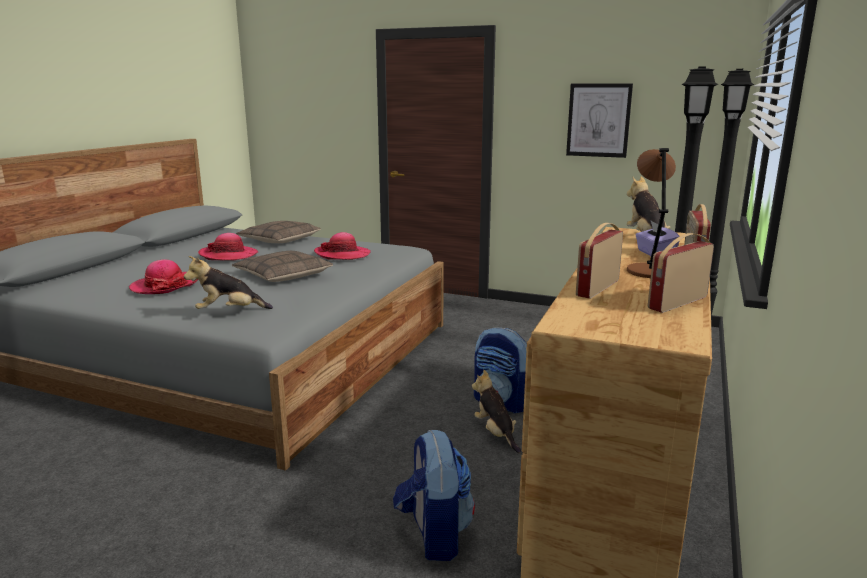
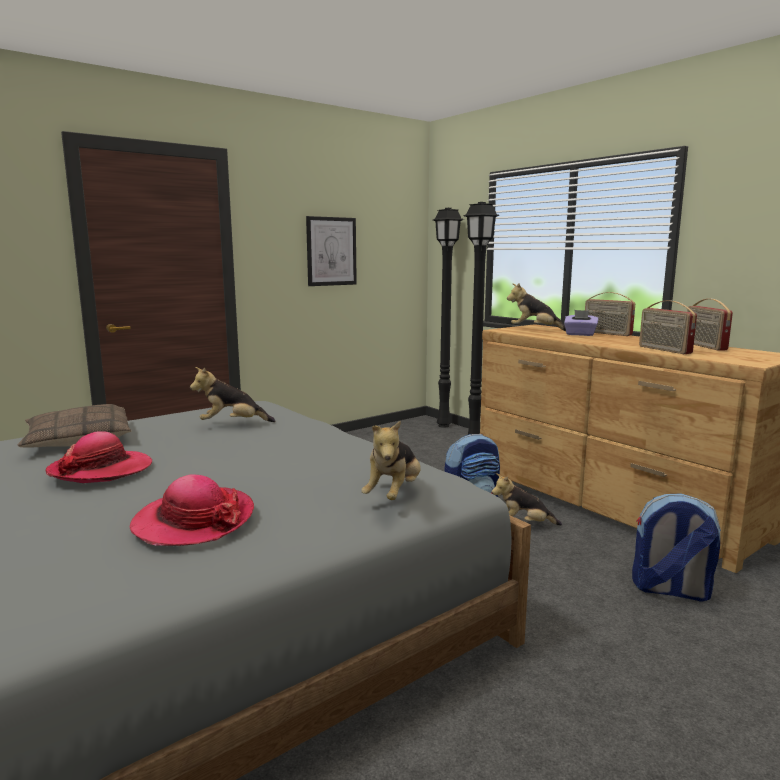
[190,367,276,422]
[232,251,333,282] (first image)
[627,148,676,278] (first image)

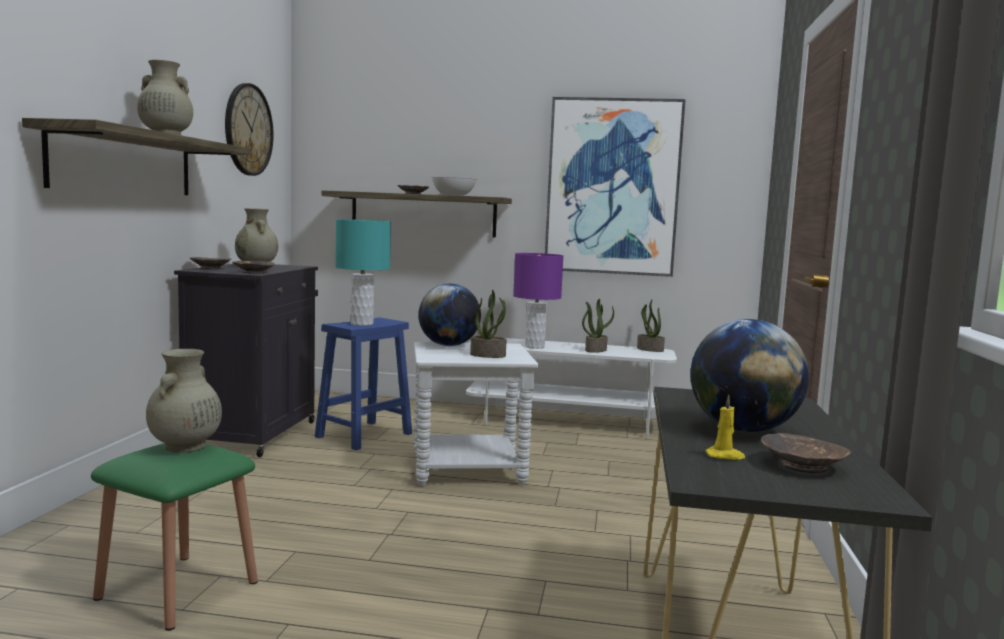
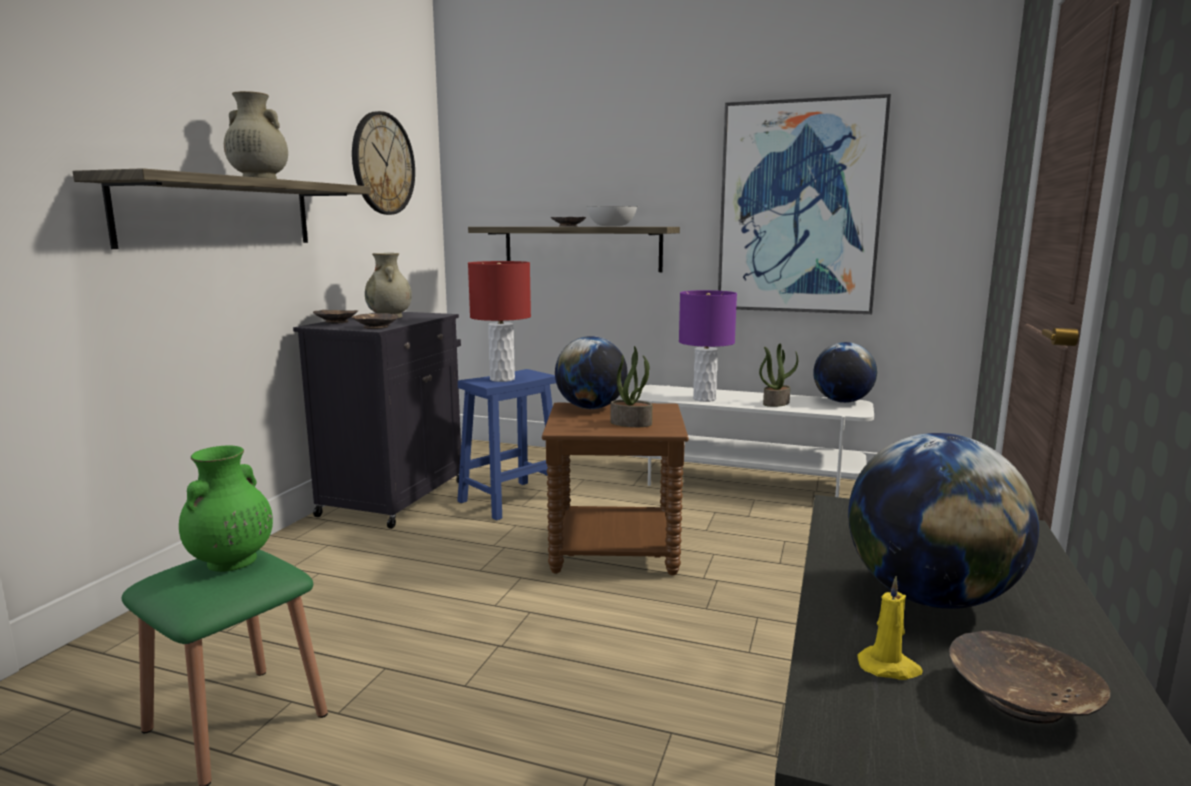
[179,446,273,572]
[468,261,531,382]
[542,403,689,576]
[813,342,877,403]

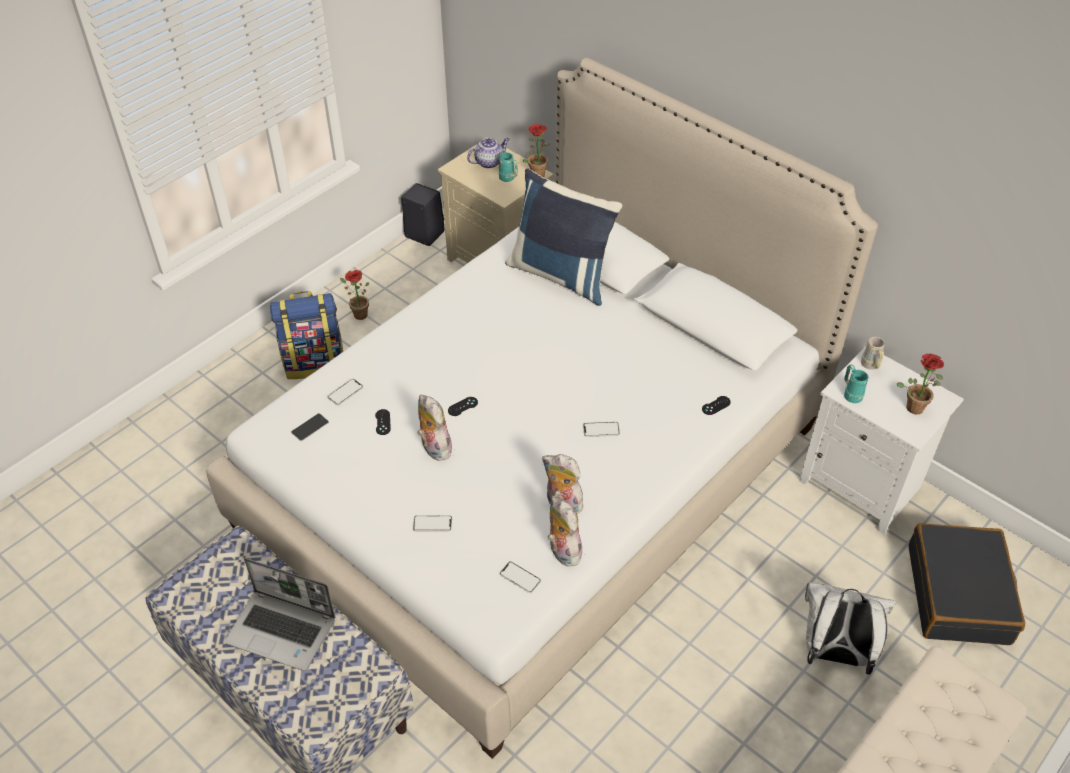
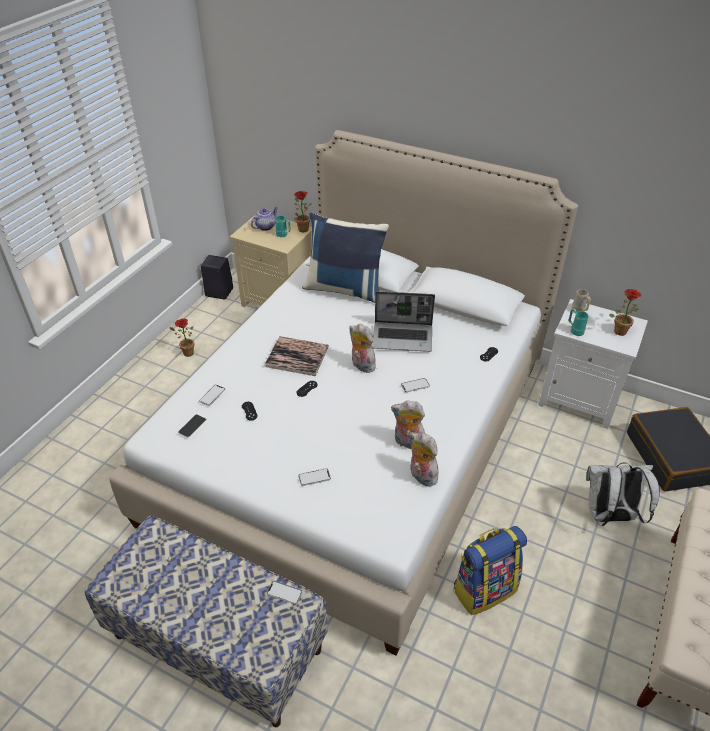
[265,336,329,376]
[267,581,303,605]
[349,324,376,373]
[372,291,435,352]
[453,526,527,615]

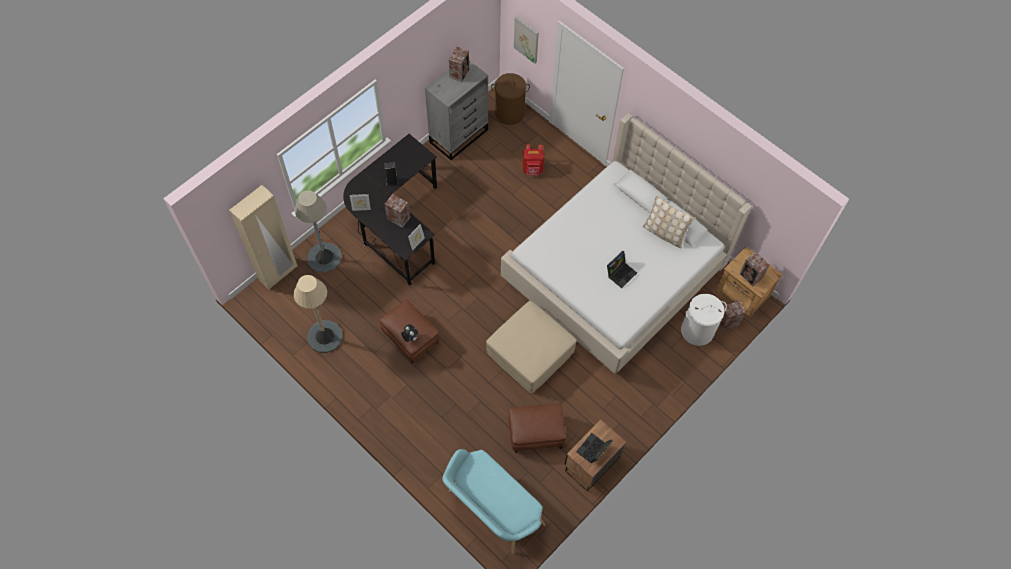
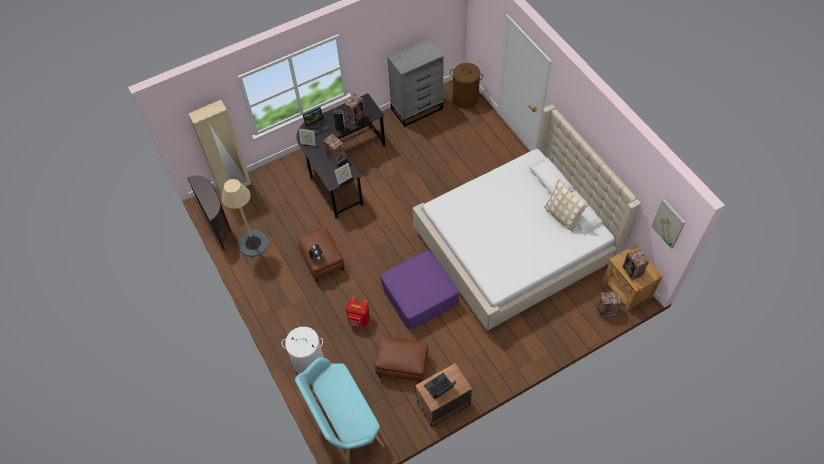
[187,176,231,250]
[282,327,324,374]
[302,107,330,136]
[343,93,365,124]
[346,297,370,328]
[380,250,459,330]
[651,199,686,249]
[295,190,341,272] (first image)

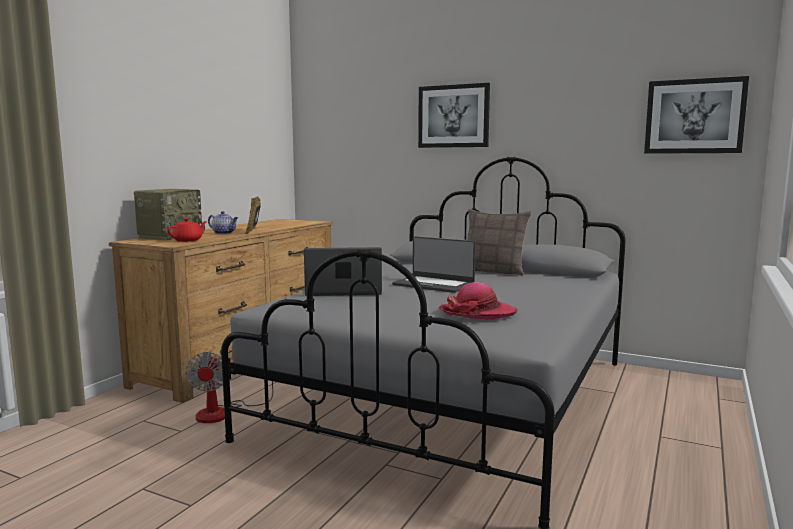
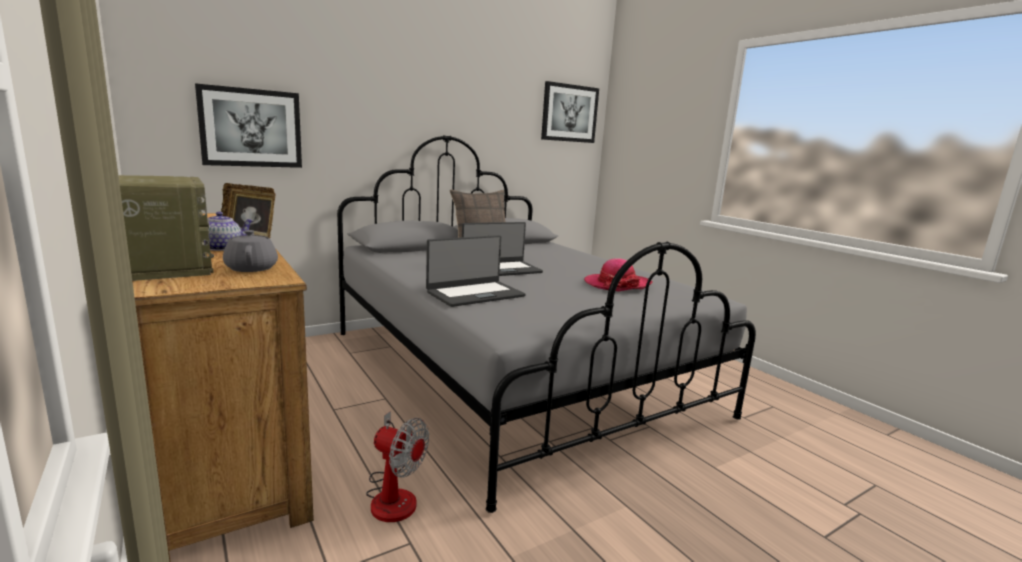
[195,83,302,168]
[223,230,278,272]
[426,235,526,307]

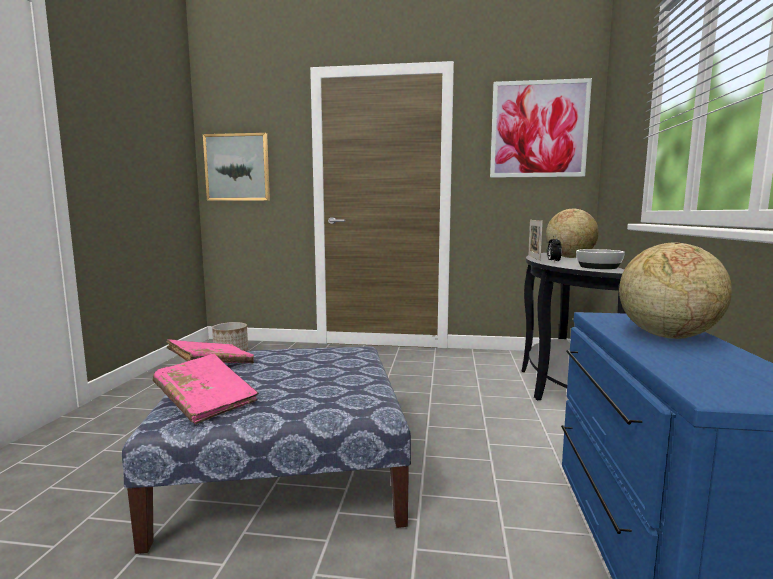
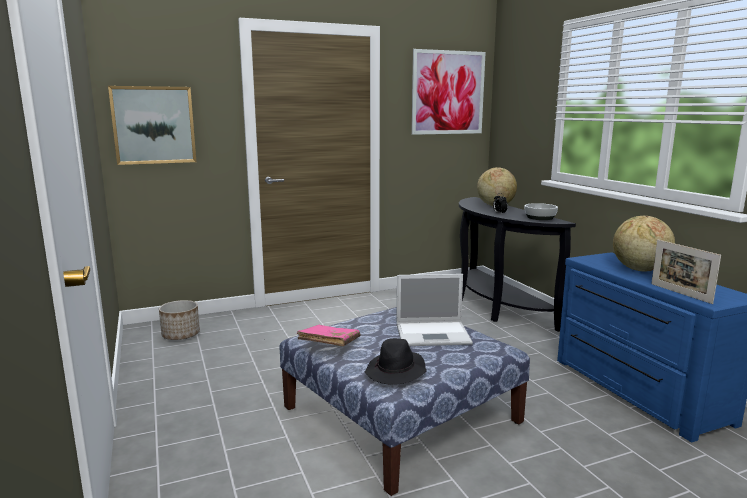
[365,338,427,385]
[396,274,473,346]
[651,240,721,304]

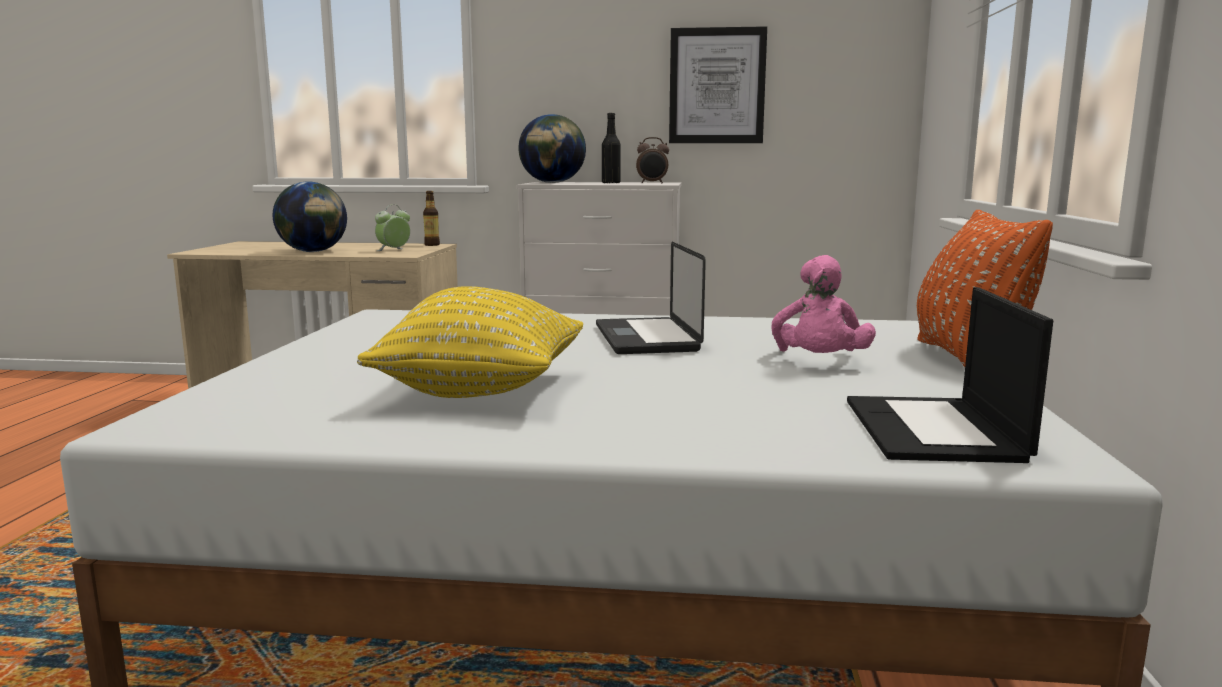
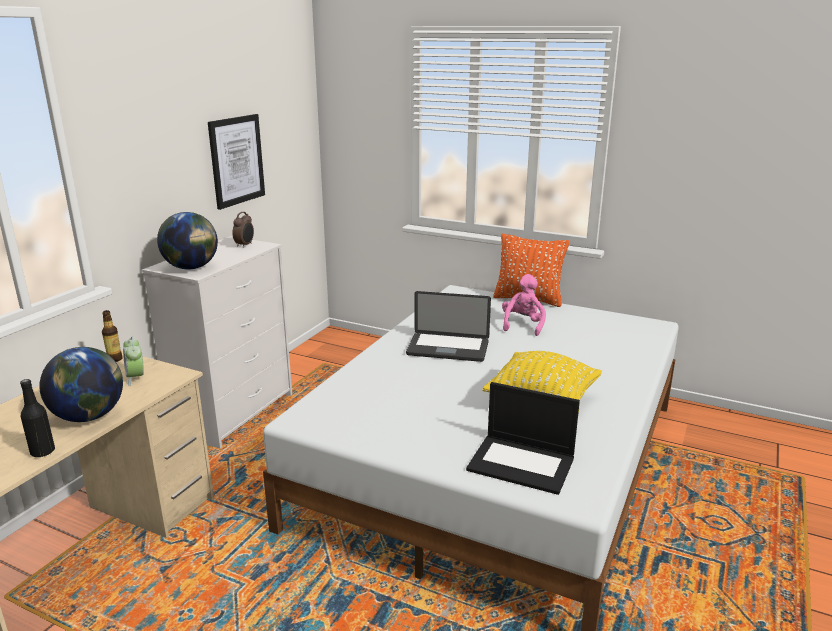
[20,379,55,457]
[466,382,580,495]
[502,274,546,336]

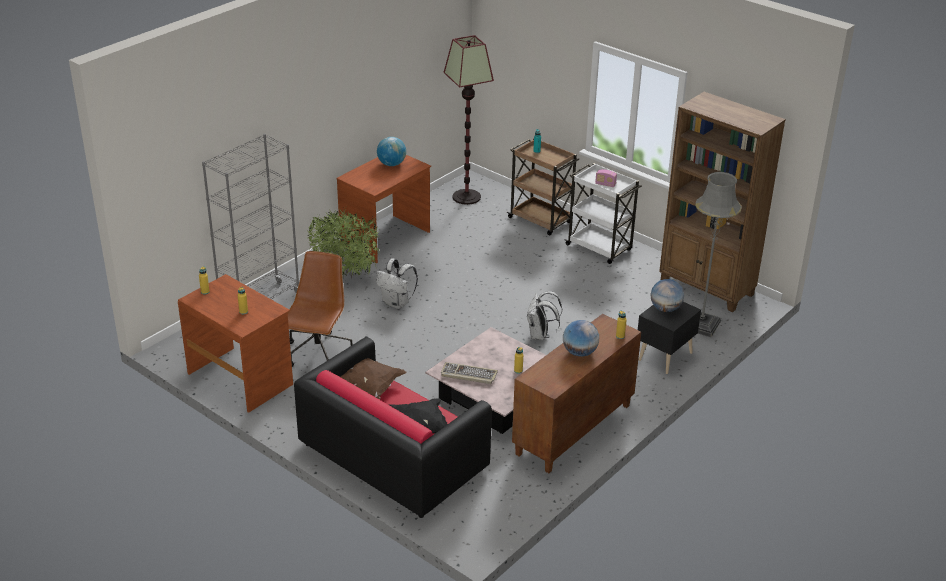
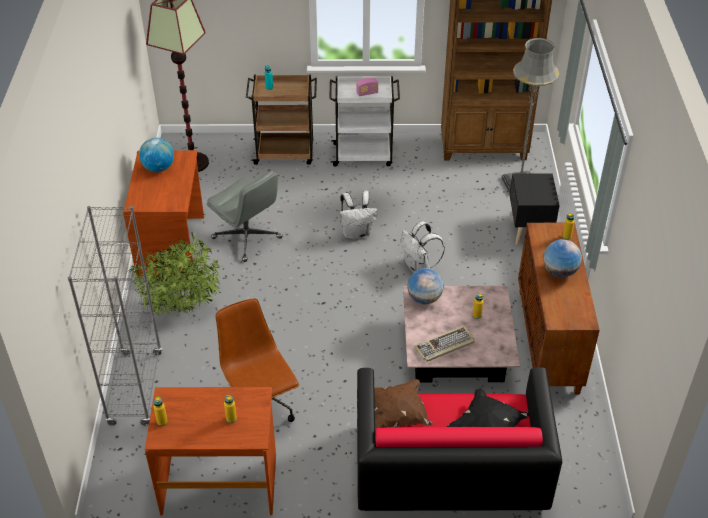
[207,171,283,262]
[340,191,378,240]
[407,268,443,304]

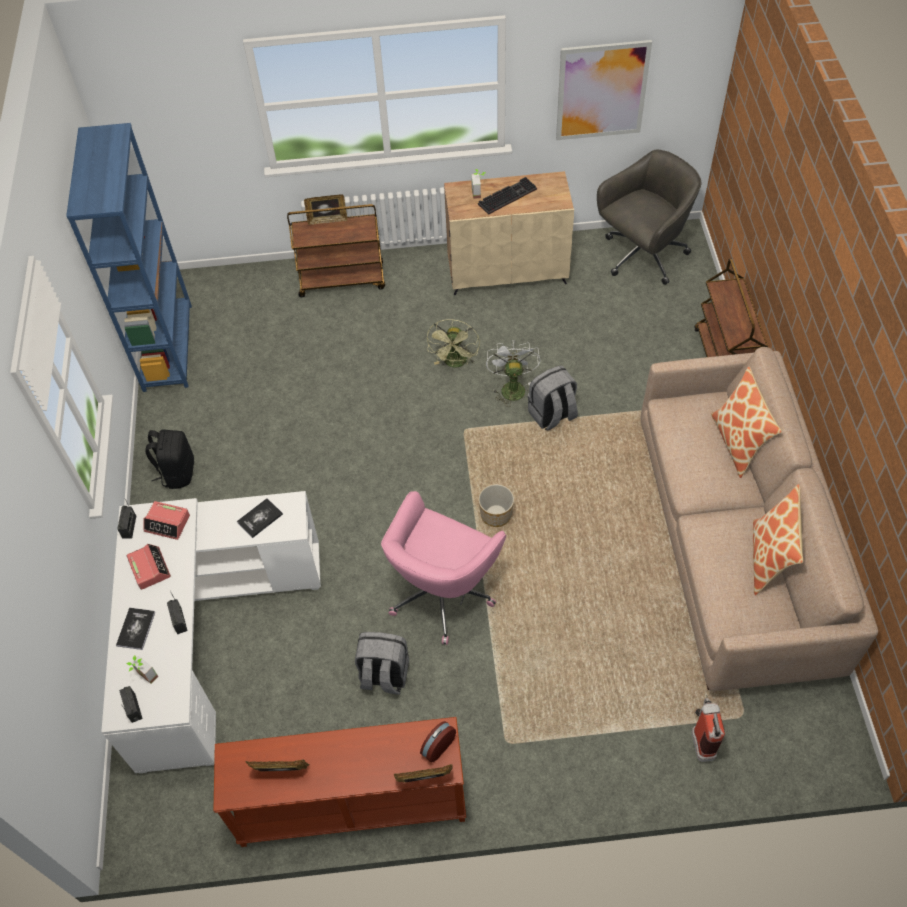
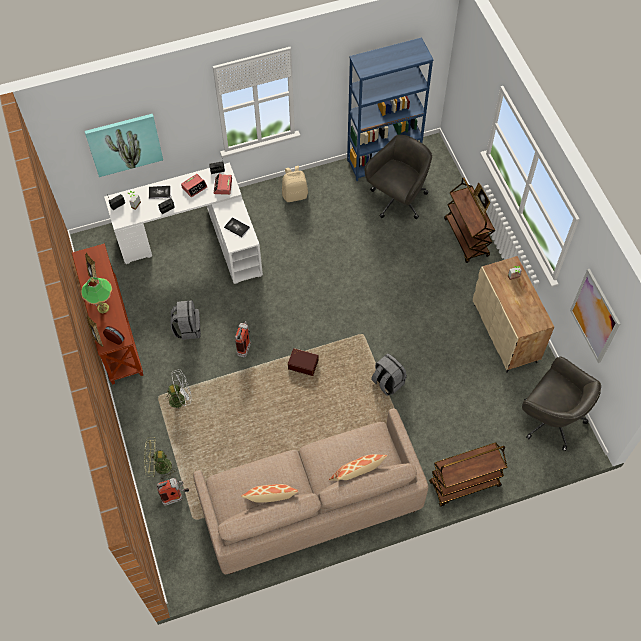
[81,277,113,313]
[85,114,163,177]
[144,437,177,481]
[165,369,192,409]
[235,321,251,357]
[282,166,308,202]
[288,348,318,376]
[365,135,432,219]
[478,177,537,215] (first image)

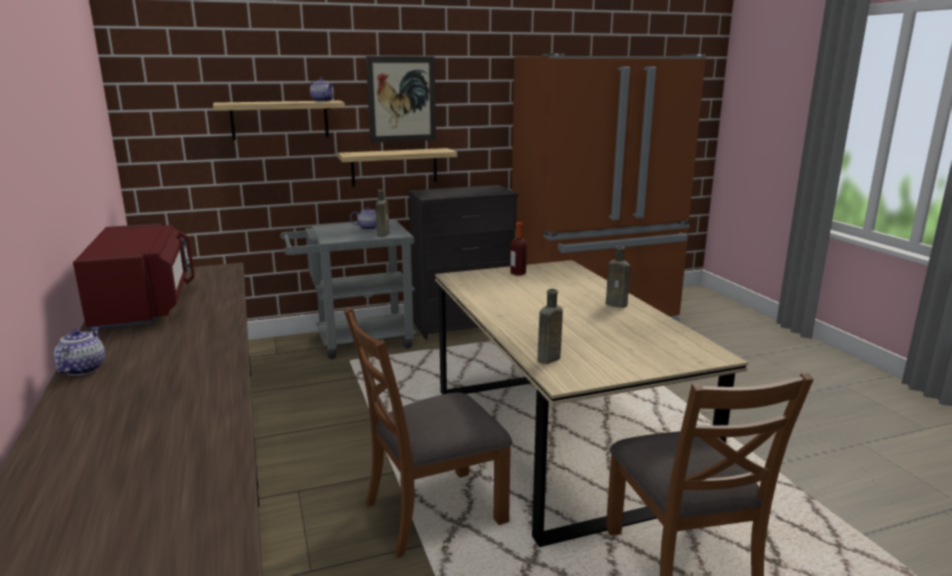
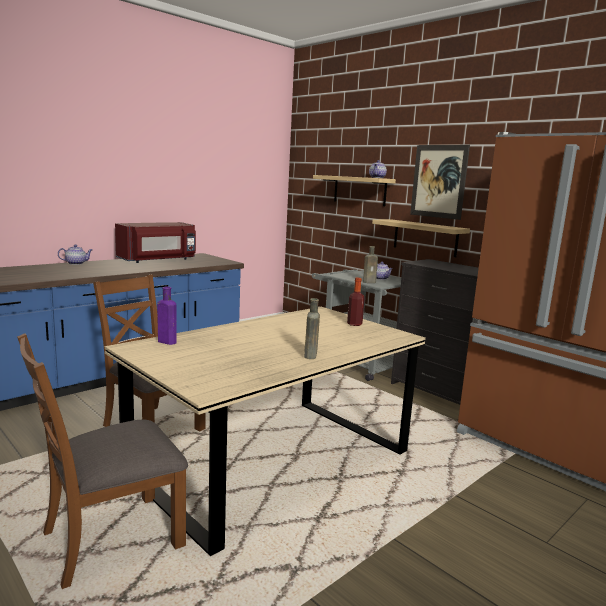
[157,286,177,345]

